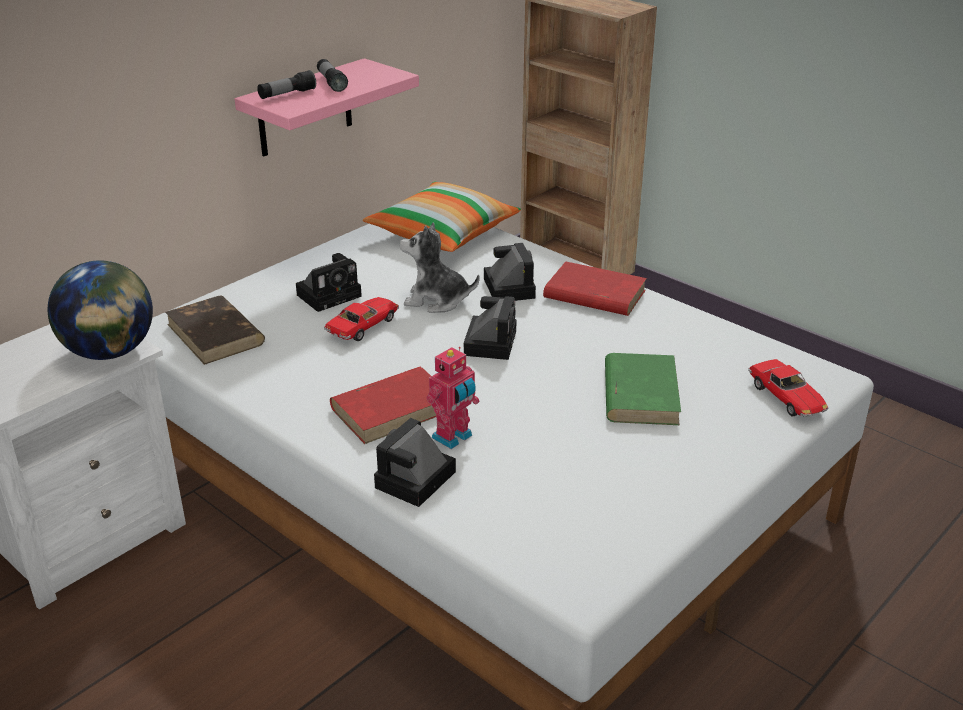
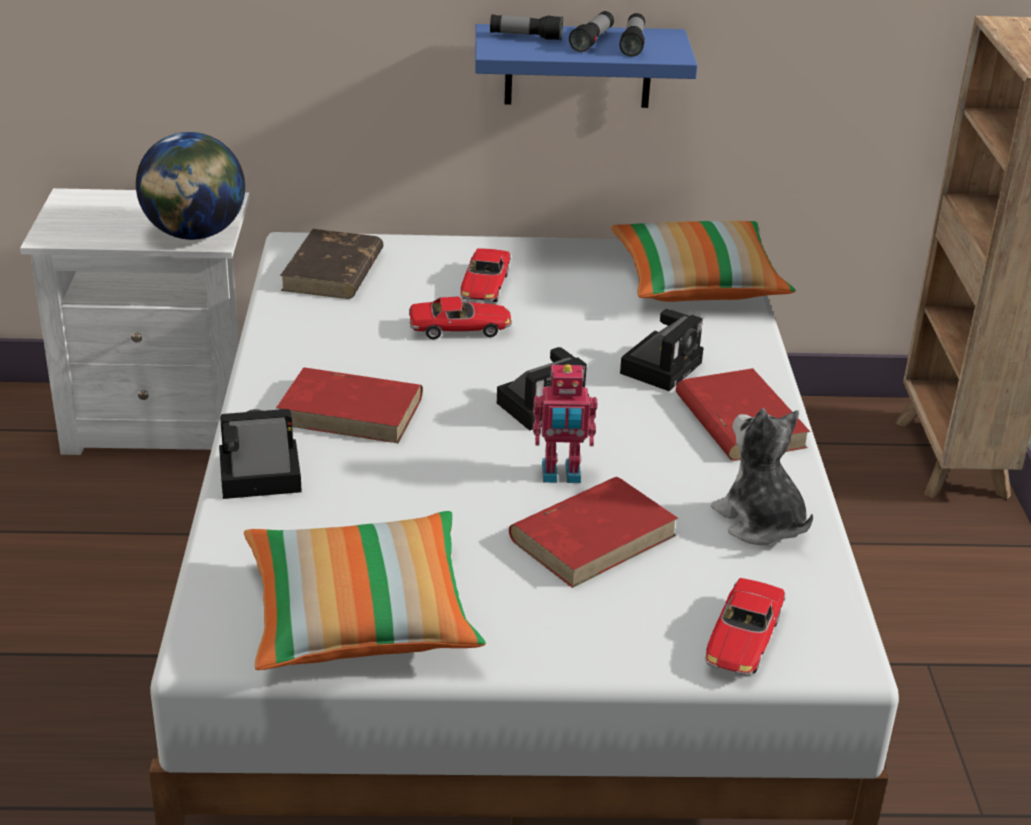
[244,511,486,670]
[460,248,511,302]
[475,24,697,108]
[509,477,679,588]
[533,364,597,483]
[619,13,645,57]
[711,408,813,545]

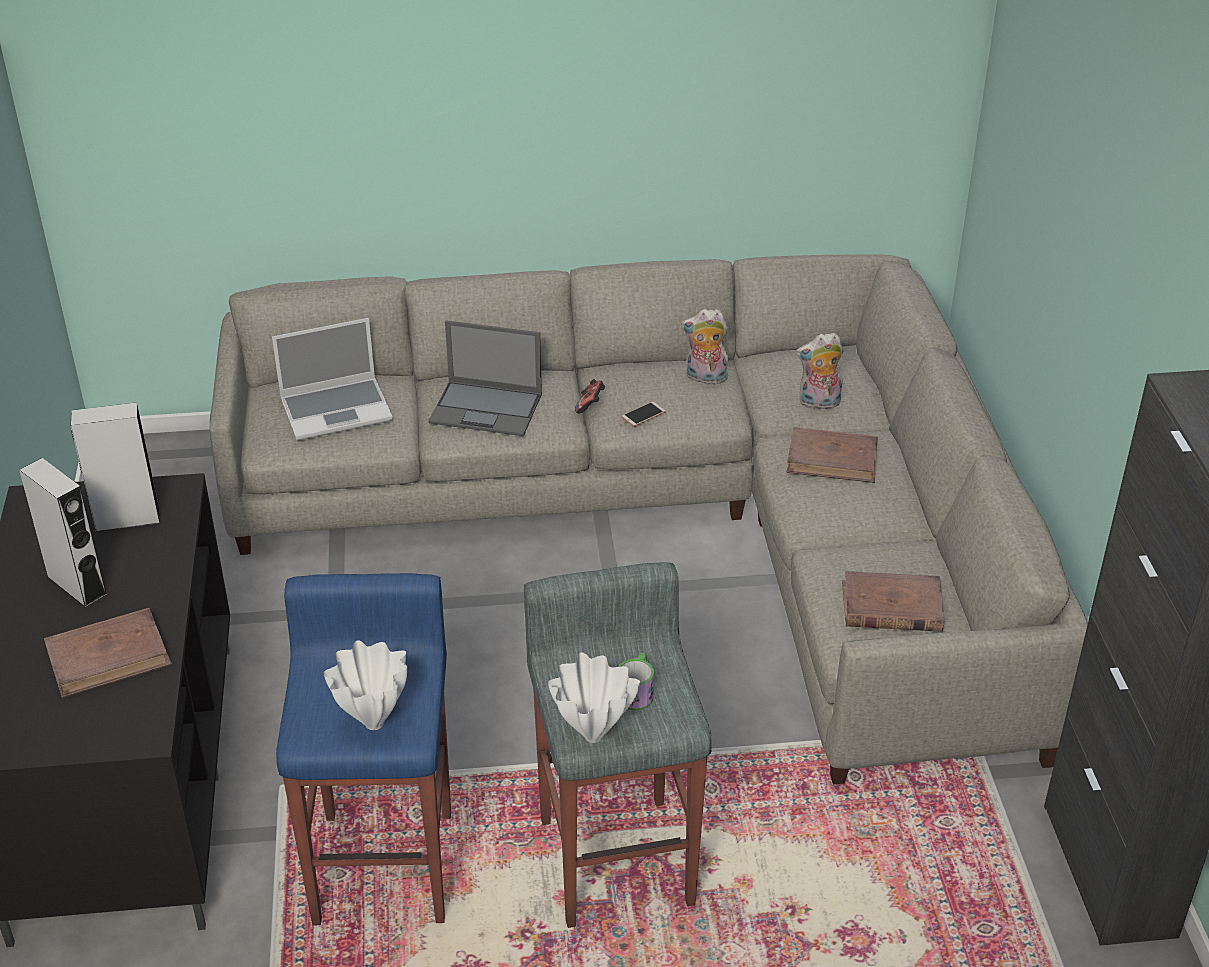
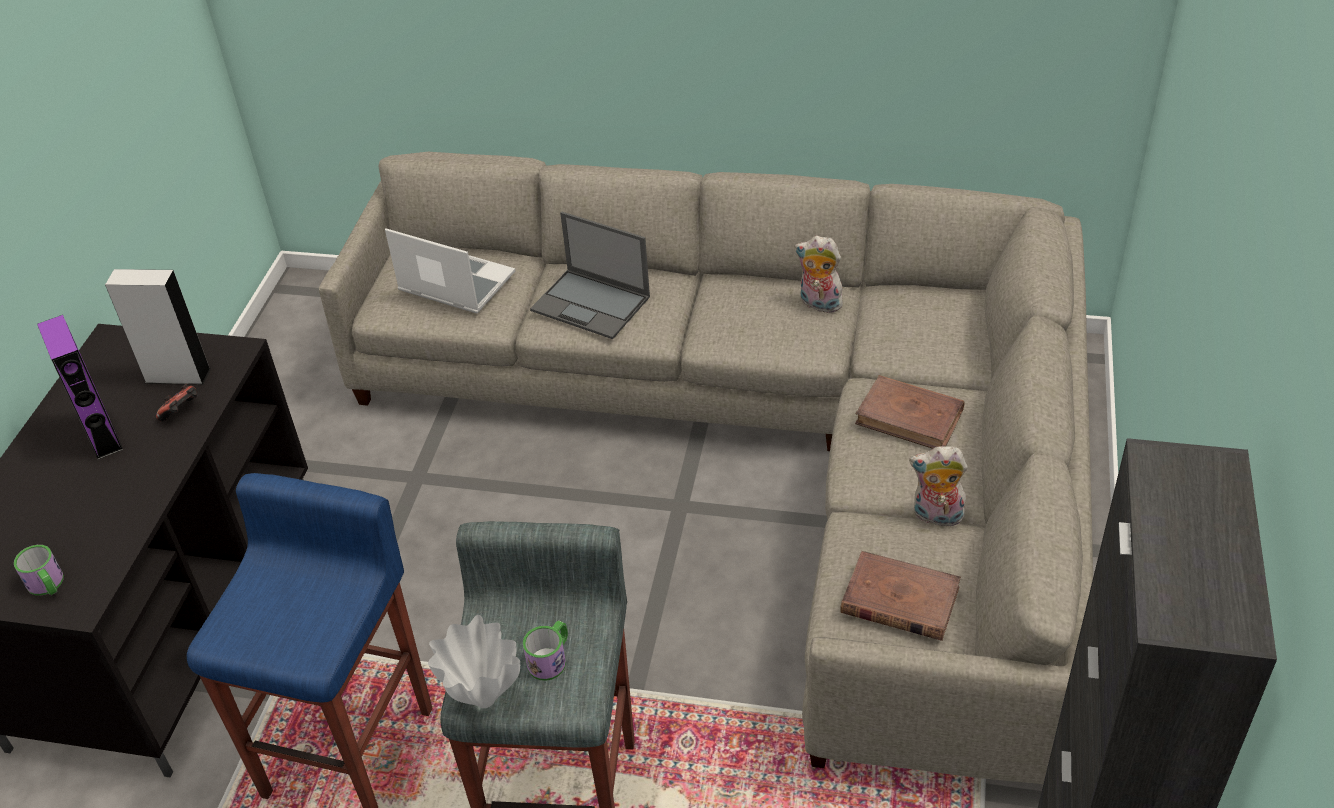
[14,545,64,596]
[37,315,123,460]
[156,384,197,422]
[385,228,515,314]
[909,446,968,527]
[44,608,172,698] (first image)
[323,640,407,730] (first image)
[621,401,666,427] (first image)

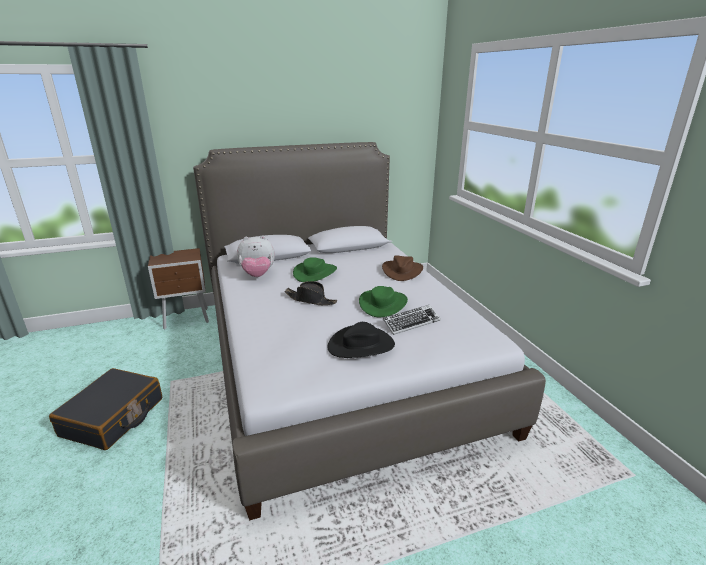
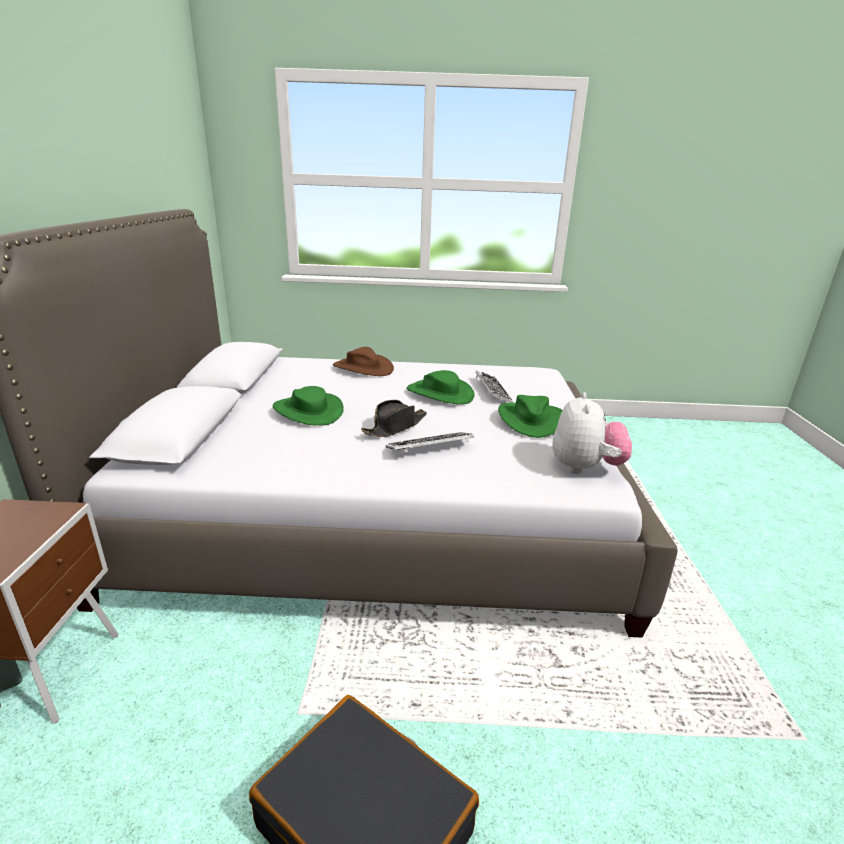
[386,432,474,452]
[498,395,563,438]
[553,392,632,474]

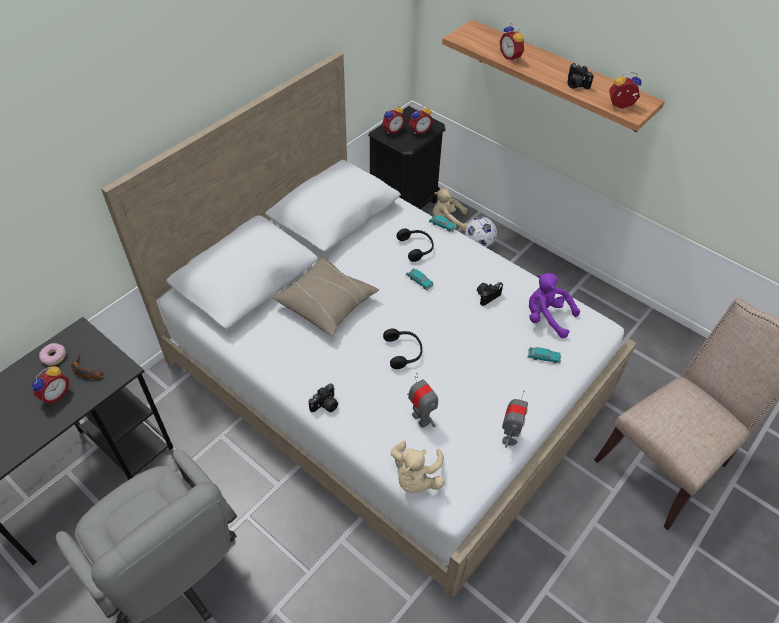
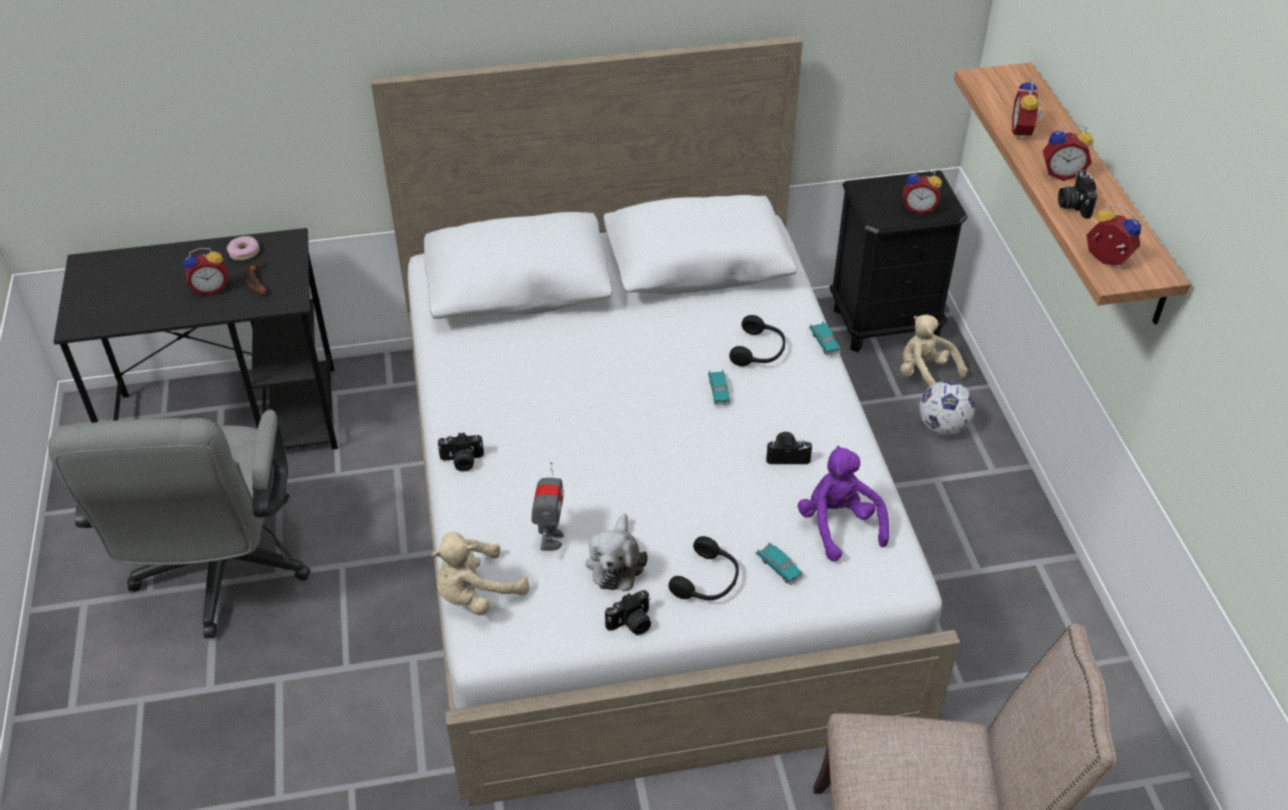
[586,513,648,591]
[605,590,651,635]
[668,536,739,600]
[1043,124,1094,181]
[272,256,379,336] (first image)

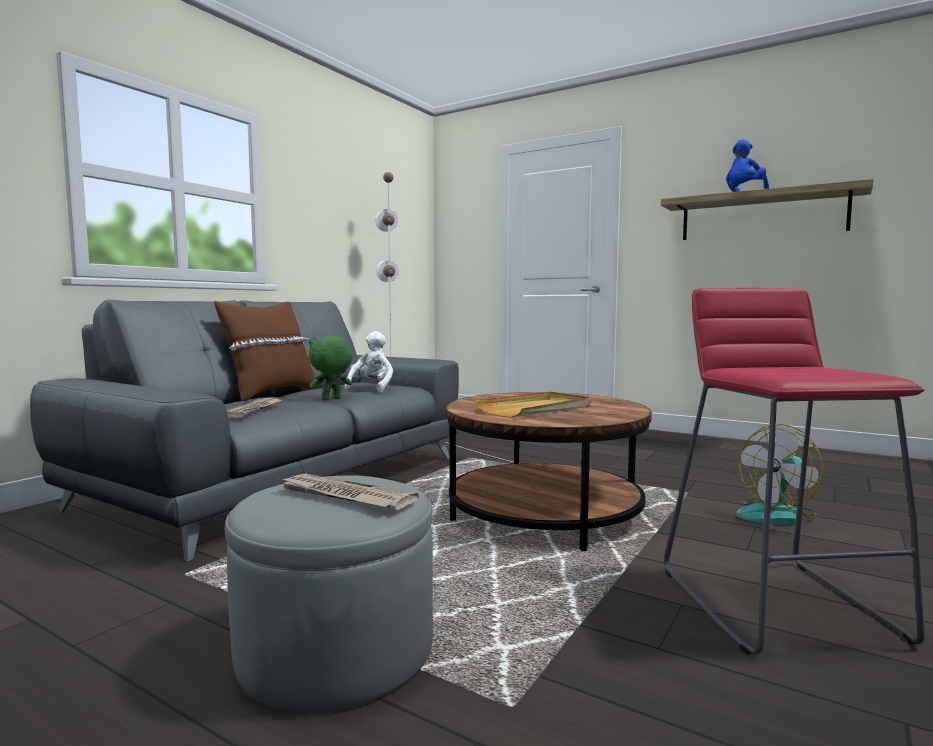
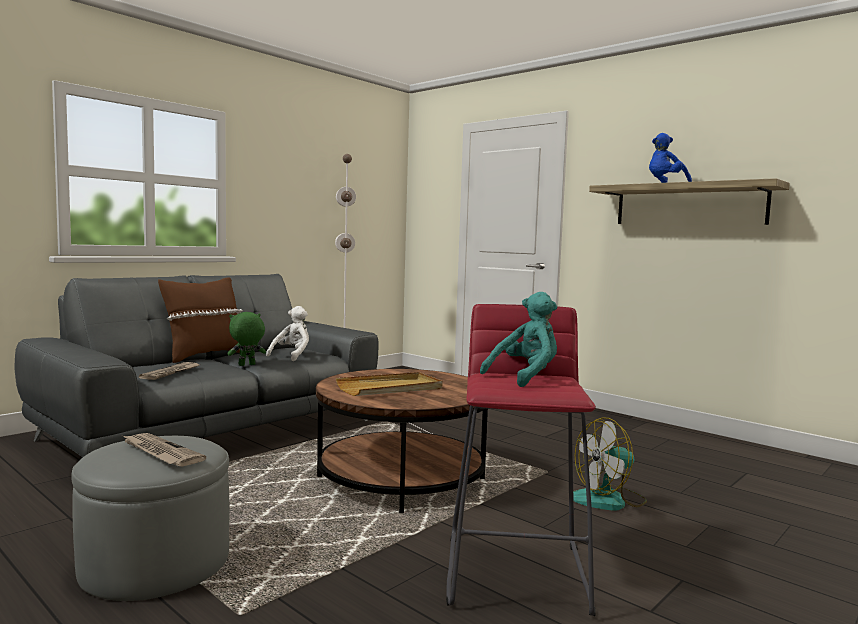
[480,292,557,387]

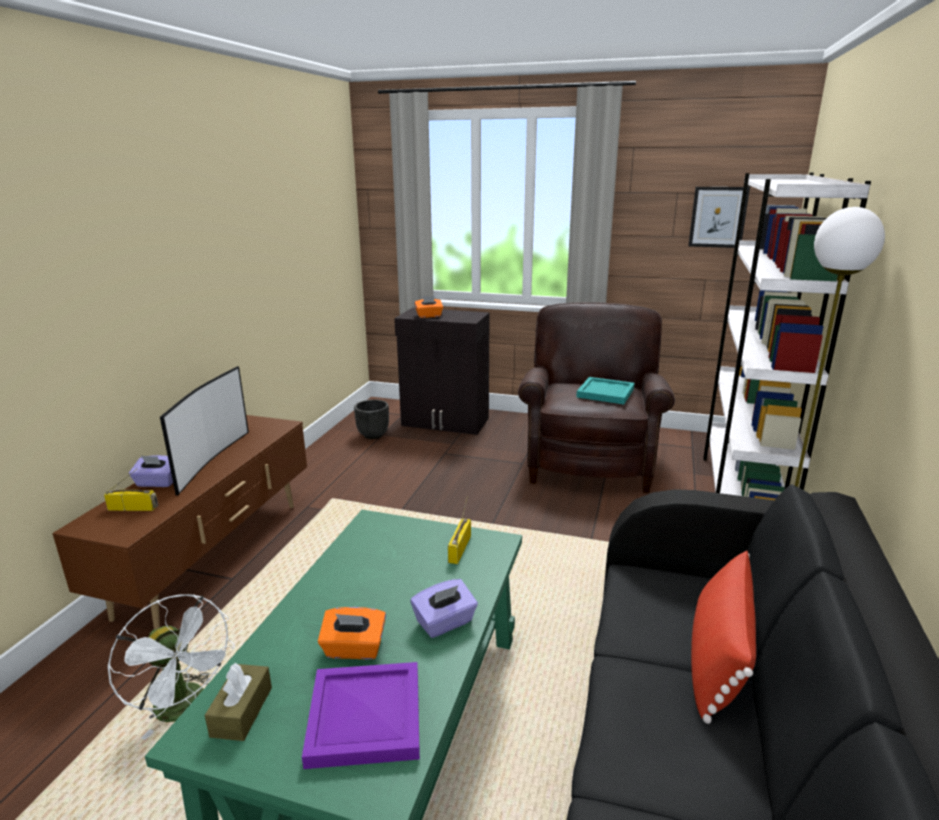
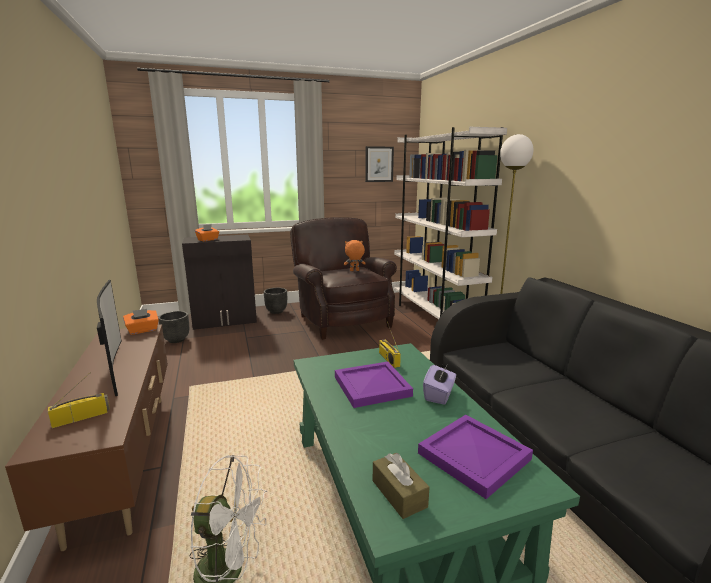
[123,309,159,335]
[264,288,287,314]
[335,362,413,408]
[344,240,366,271]
[129,455,173,487] (first image)
[691,551,756,724] (first image)

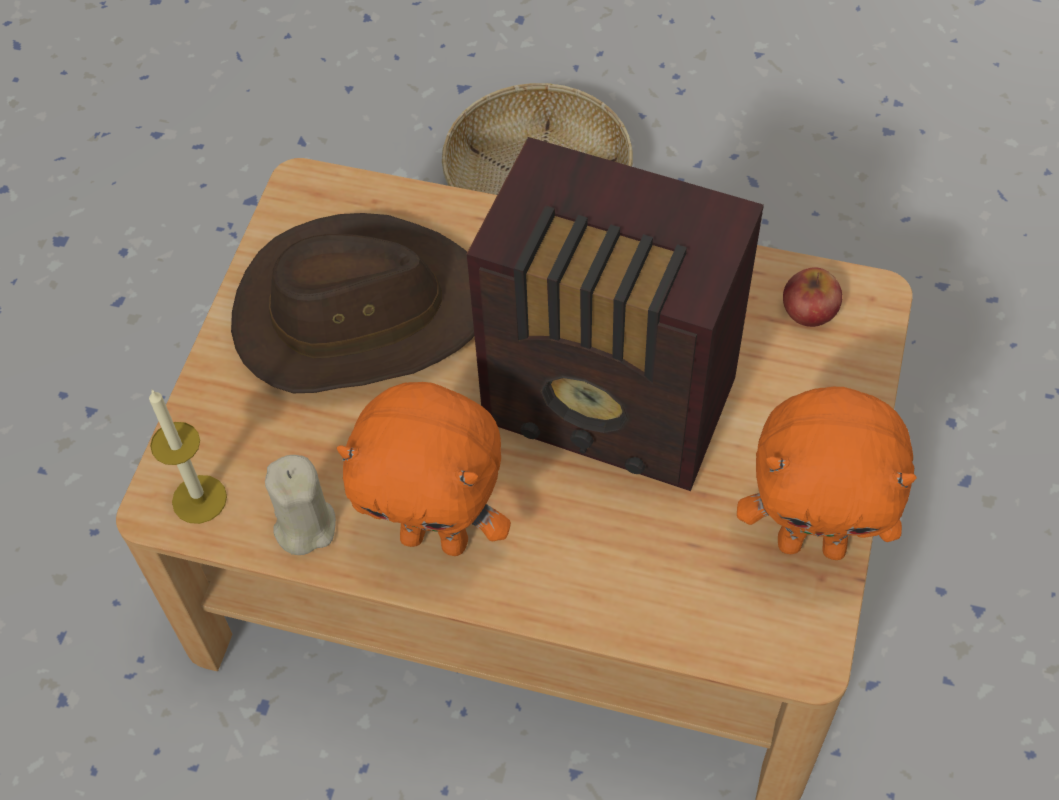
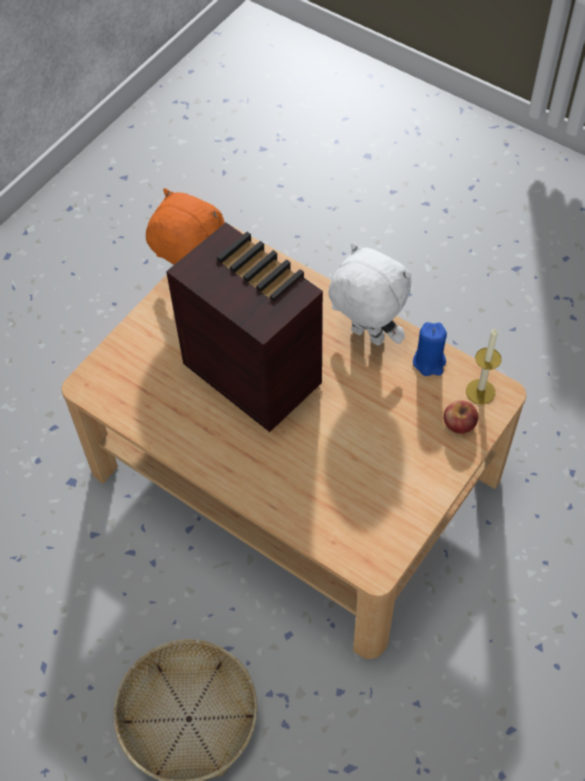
[329,243,412,346]
[413,322,447,376]
[444,400,478,434]
[231,213,474,393] (first image)

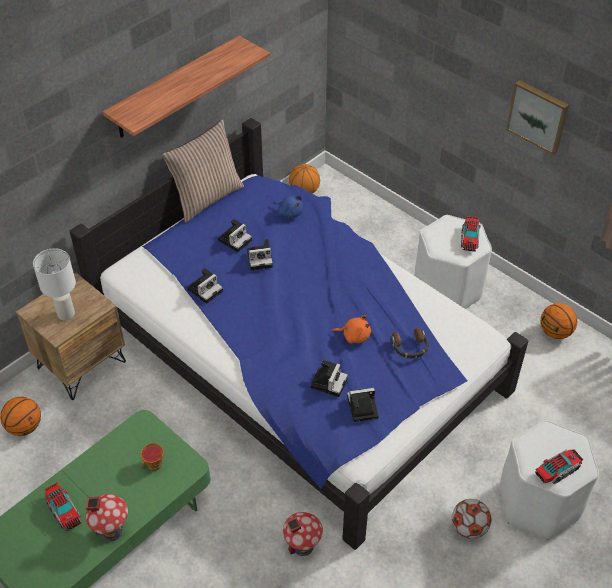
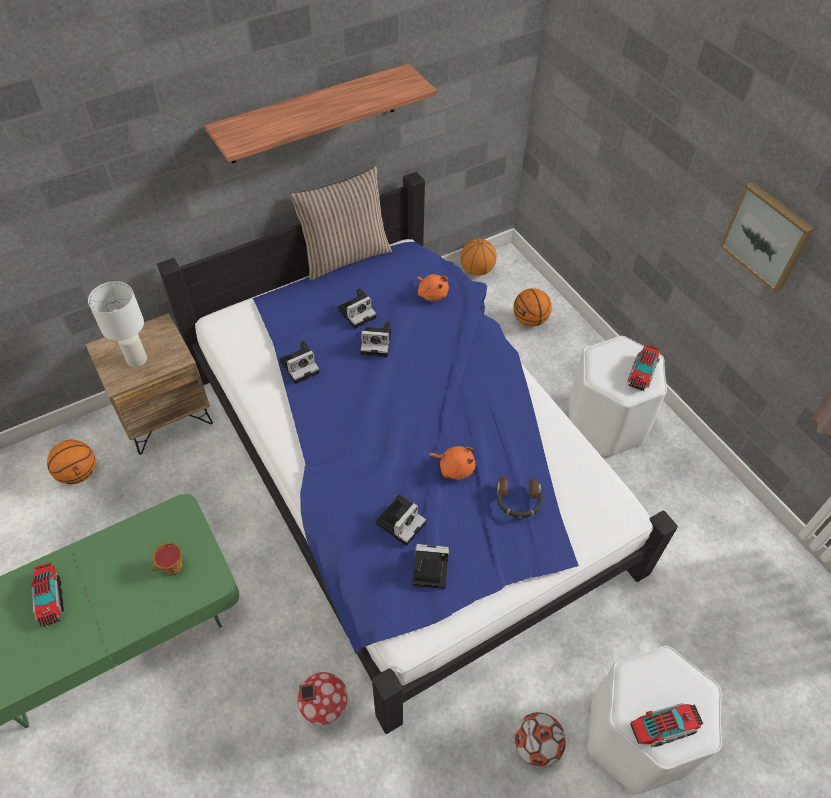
[417,274,449,302]
[513,288,552,327]
[85,494,128,541] (first image)

